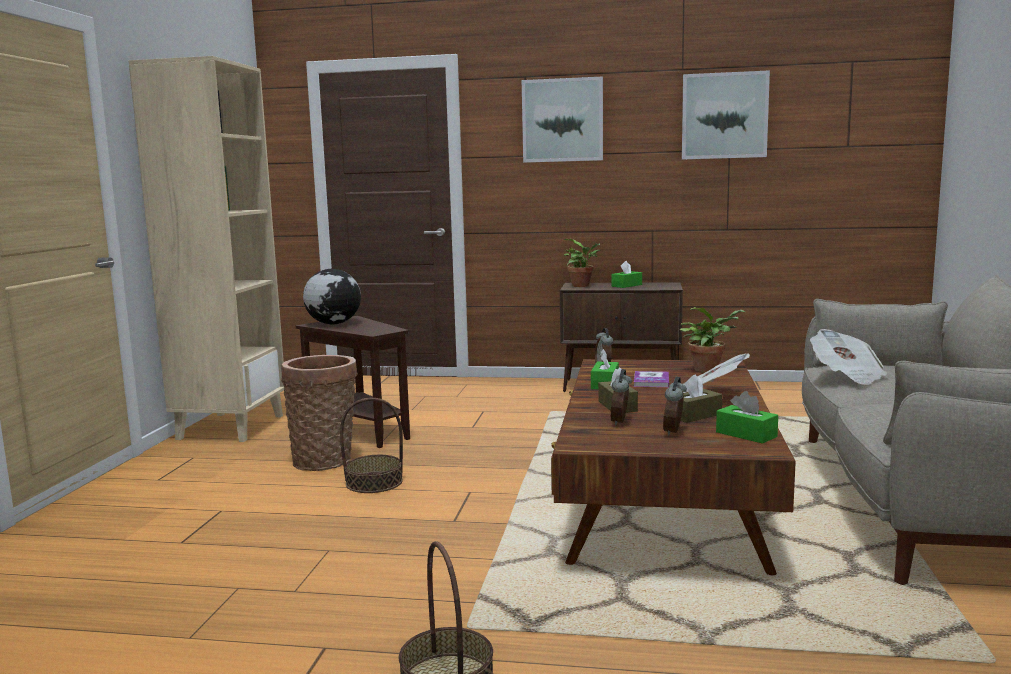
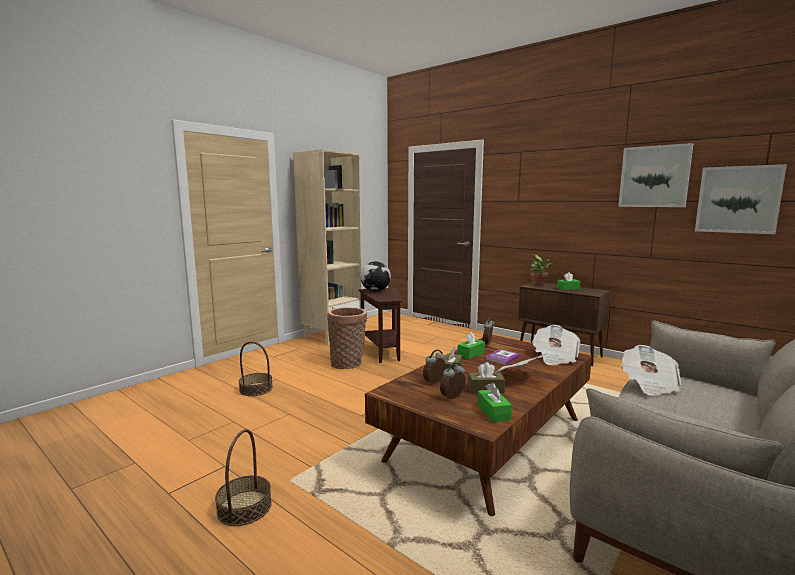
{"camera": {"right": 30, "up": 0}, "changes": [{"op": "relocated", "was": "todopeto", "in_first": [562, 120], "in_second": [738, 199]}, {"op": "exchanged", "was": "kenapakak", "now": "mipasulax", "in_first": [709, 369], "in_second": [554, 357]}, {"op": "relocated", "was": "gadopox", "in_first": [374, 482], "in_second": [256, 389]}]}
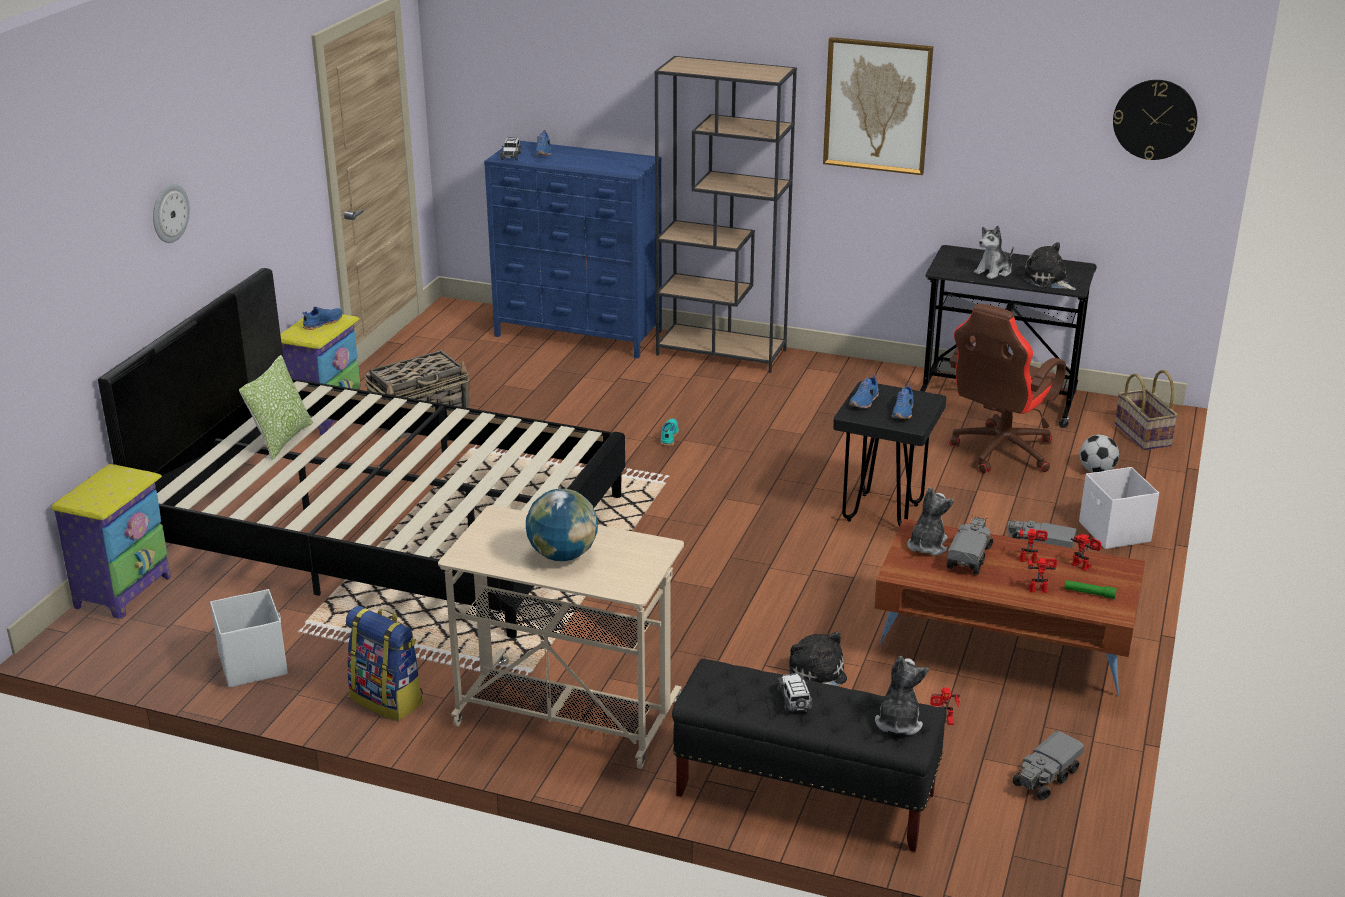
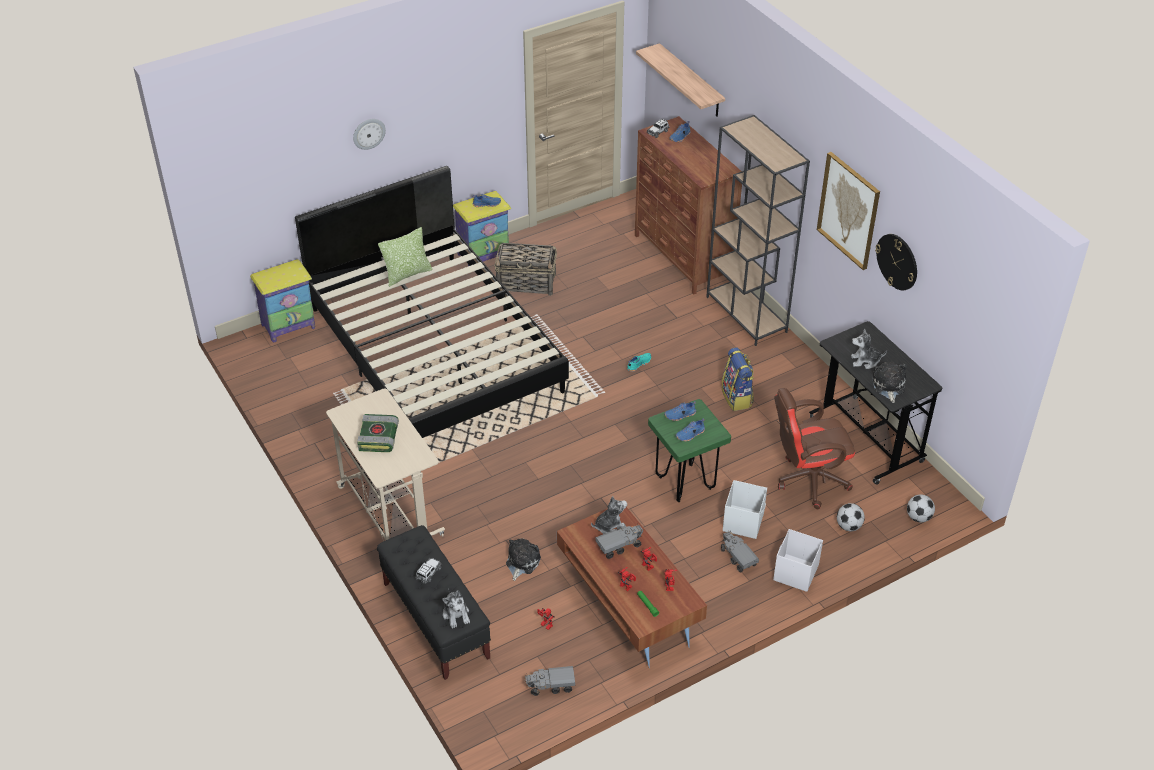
{"camera": {"right": 40, "up": 15}, "changes": [{"op": "relocated", "was": "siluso", "in_first": [1155, 119], "in_second": [897, 261]}, {"op": "colour", "was": "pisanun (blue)", "now": "pisanun (brown)", "in_first": [578, 333], "in_second": [683, 257]}, {"op": "exchanged", "was": "gadopox", "now": "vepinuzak", "in_first": [1143, 434], "in_second": [918, 517]}, {"op": "colour", "was": "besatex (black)", "now": "besatex (green)", "in_first": [883, 513], "in_second": [685, 483]}, {"op": "exchanged", "was": "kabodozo", "now": "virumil", "in_first": [563, 555], "in_second": [379, 438]}, {"op": "relocated", "was": "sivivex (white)", "in_first": [253, 663], "in_second": [743, 522]}, {"op": "relocated", "was": "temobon", "in_first": [388, 700], "in_second": [737, 398]}, {"op": "spun", "was": "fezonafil", "in_first": [898, 722], "in_second": [456, 614], "clockwise": 105}, {"op": "appeared", "now": "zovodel", "in_second": [691, 81]}]}
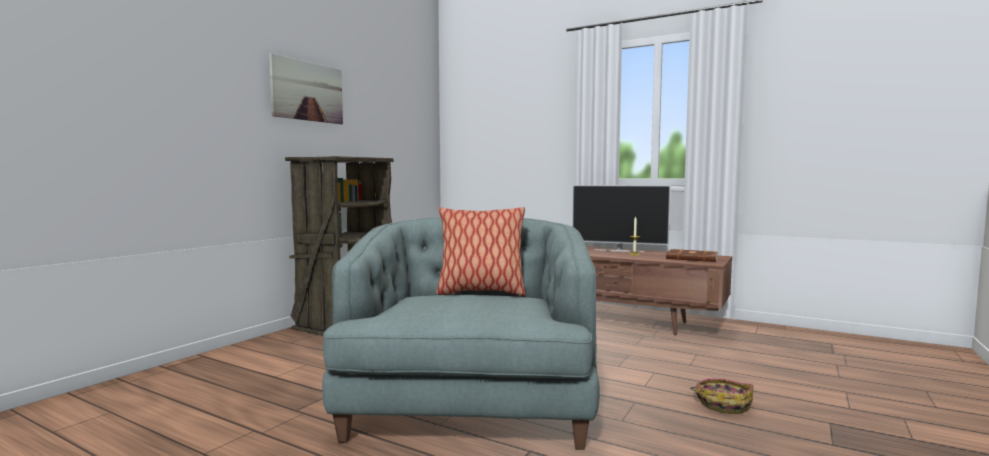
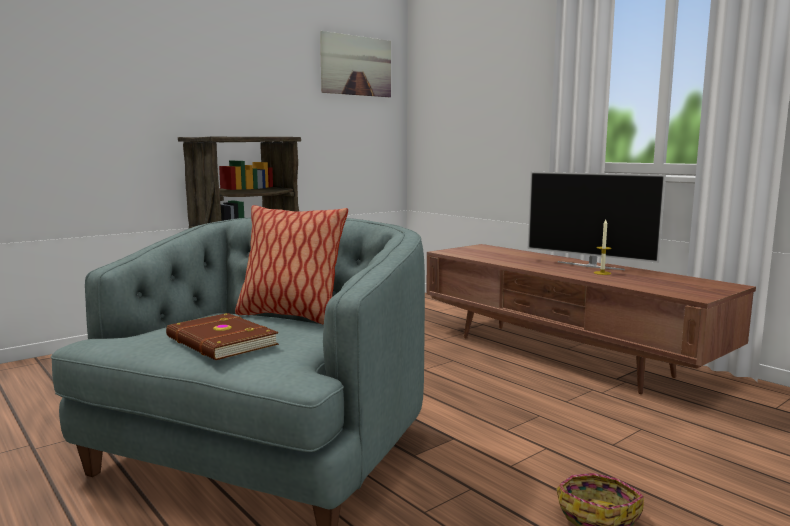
{"camera": {"right": 20, "up": 5}, "changes": [{"op": "relocated", "was": "todopeto", "in_first": [307, 91], "in_second": [356, 66]}, {"op": "relocated", "was": "virumil (brown)", "in_first": [692, 258], "in_second": [220, 342]}]}
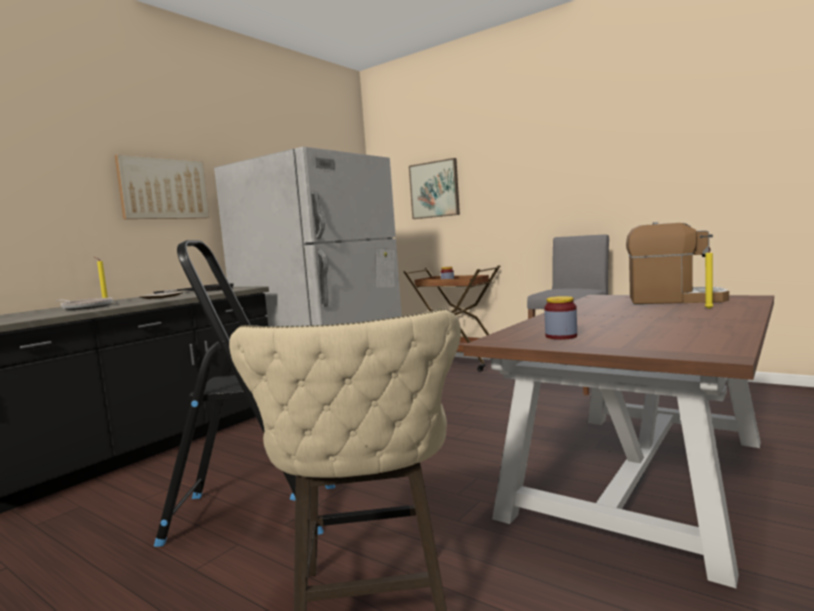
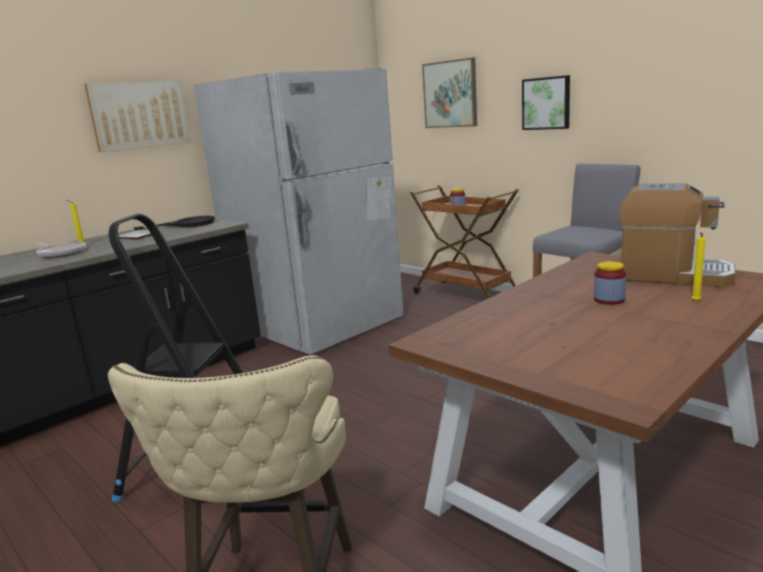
{"camera": {"right": 10, "up": 10}, "changes": [{"op": "relocated", "was": "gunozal", "in_first": [561, 336], "in_second": [609, 300]}, {"op": "appeared", "now": "todopeto", "in_second": [546, 103]}]}
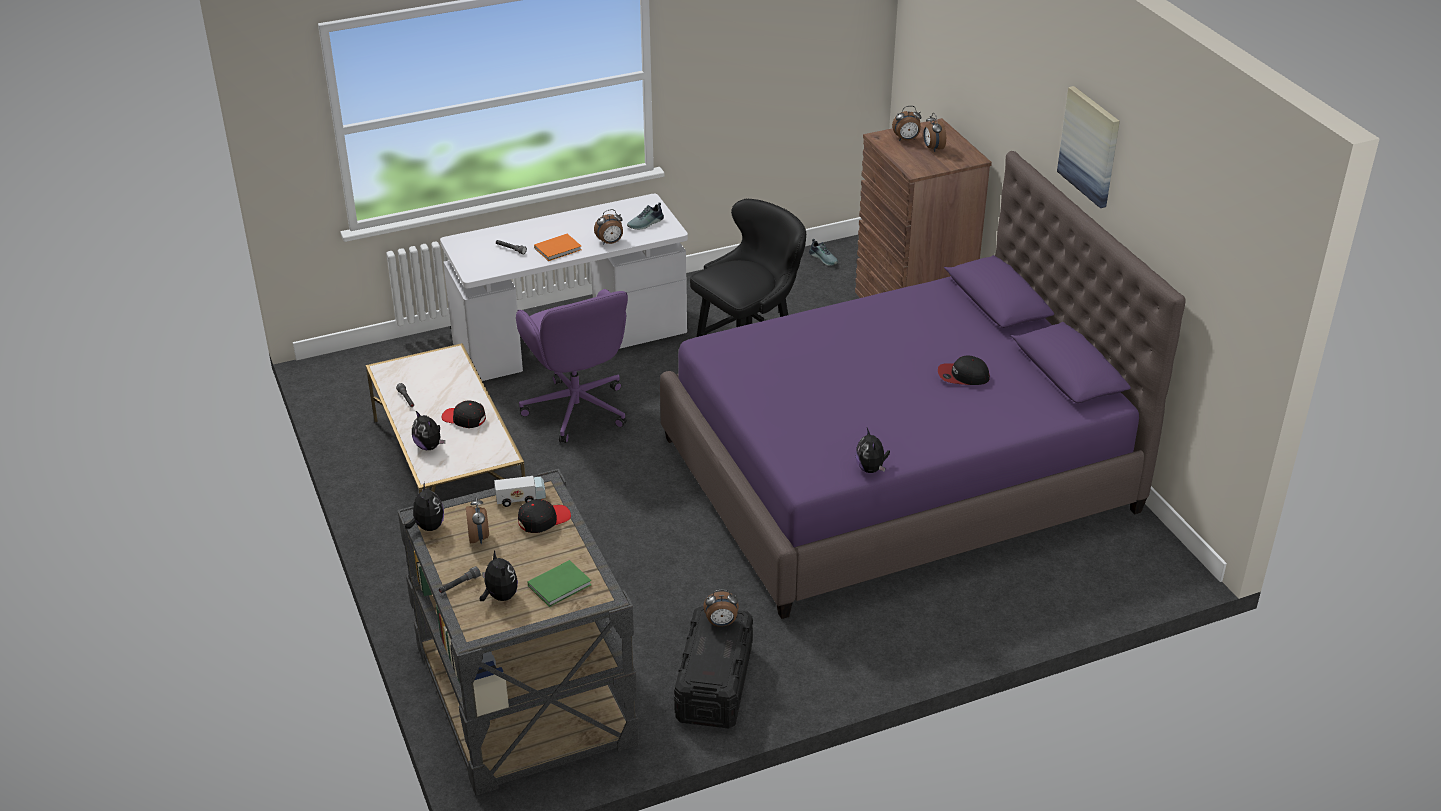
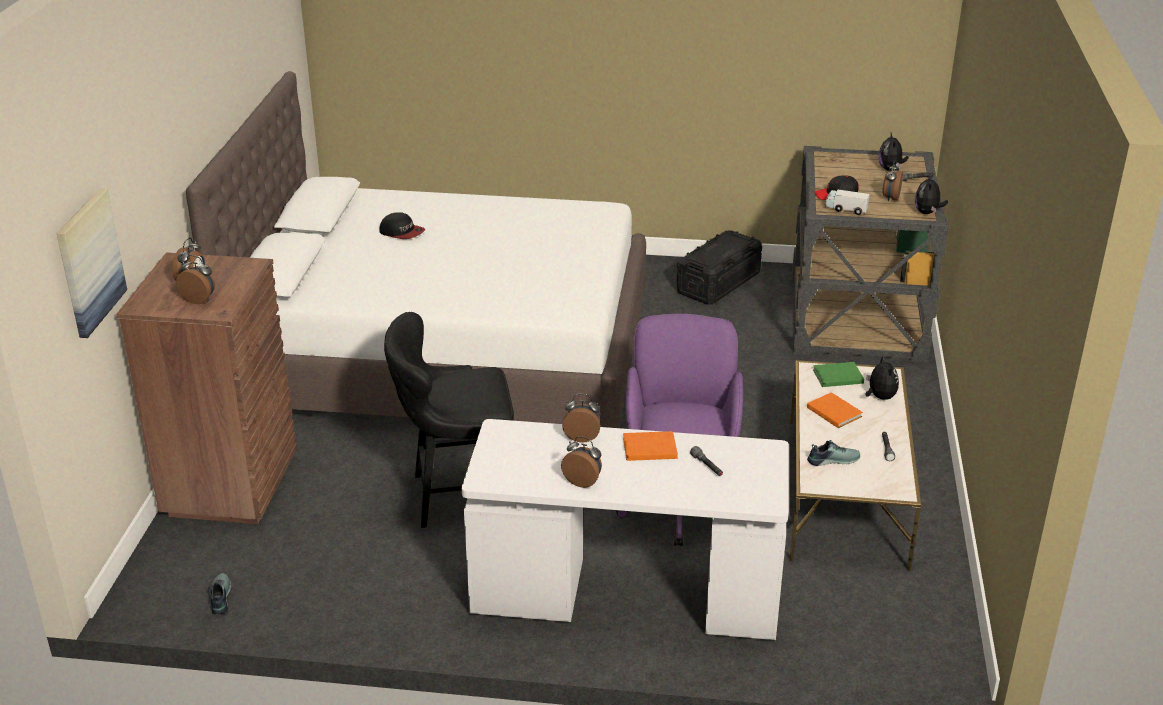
{"camera": {"right": -150, "up": -5}, "changes": [{"op": "relocated", "was": "todopeto", "in_first": [1090, 146], "in_second": [89, 262]}, {"op": "colour", "was": "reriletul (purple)", "now": "reriletul (white)", "in_first": [898, 474], "in_second": [446, 355]}, {"op": "relocated", "was": "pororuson", "in_first": [646, 224], "in_second": [832, 459]}, {"op": "exchanged", "was": "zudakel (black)", "now": "virumil (orange)", "in_first": [464, 419], "in_second": [834, 411]}, {"op": "missing", "was": "fezonafil", "in_first": [871, 469]}, {"op": "relocated", "was": "virumil (green)", "in_first": [561, 585], "in_second": [836, 376]}, {"op": "relocated", "was": "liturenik", "in_first": [721, 623], "in_second": [583, 481]}]}
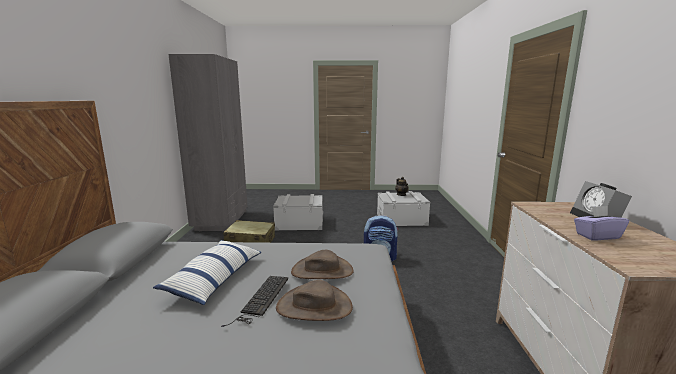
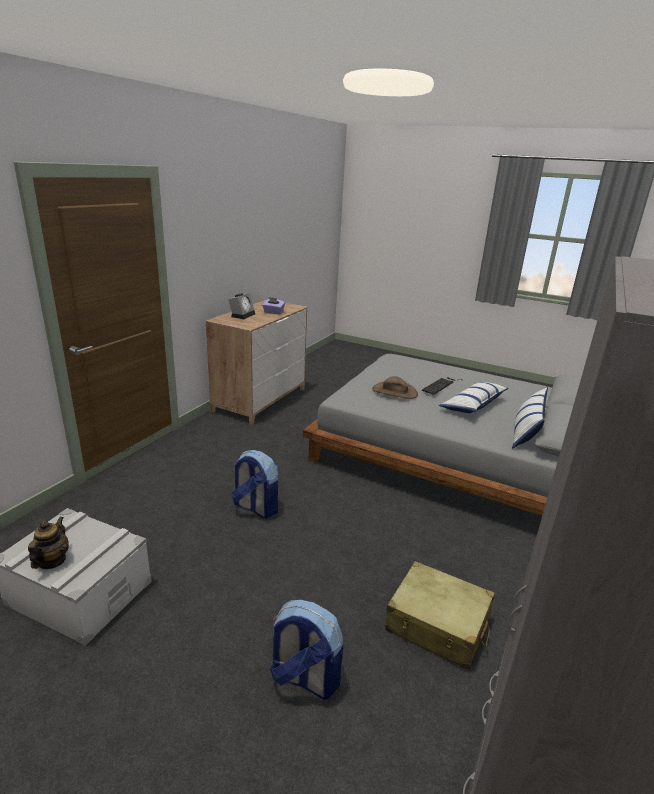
{"camera": {"right": -155, "up": 10}, "changes": [{"op": "exchanged", "was": "sivivex (grey)", "now": "temobon", "in_first": [300, 223], "in_second": [304, 678]}, {"op": "missing", "was": "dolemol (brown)", "in_first": [314, 306]}, {"op": "appeared", "now": "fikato", "in_second": [525, 432]}]}
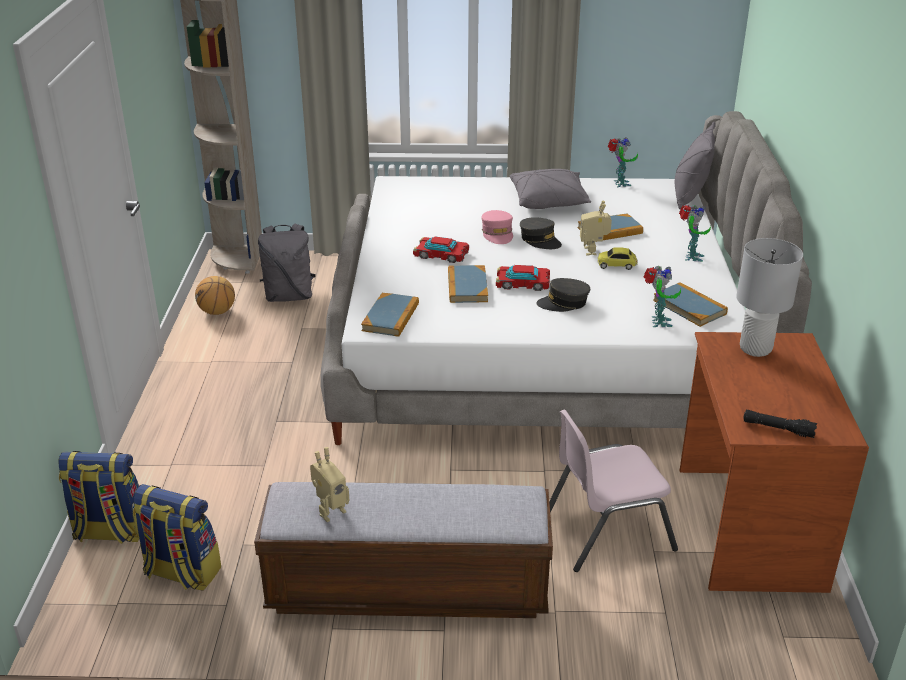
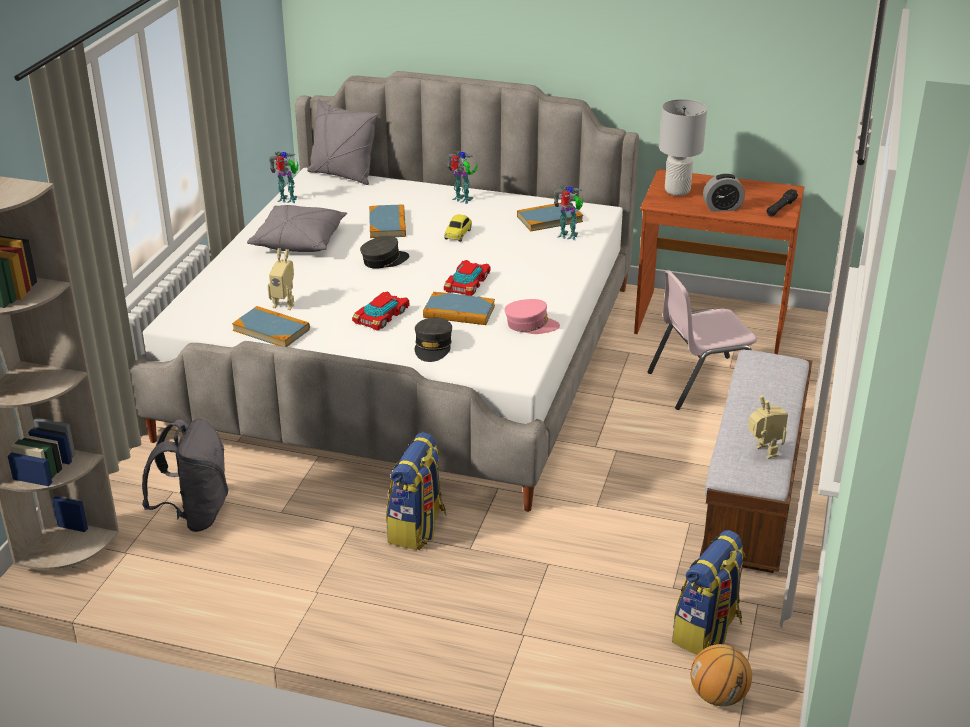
{"camera": {"right": -75, "up": 0}, "changes": [{"op": "relocated", "was": "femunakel", "in_first": [593, 251], "in_second": [284, 304]}, {"op": "relocated", "was": "zudakel (pink)", "in_first": [497, 233], "in_second": [531, 325]}, {"op": "relocated", "was": "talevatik", "in_first": [217, 312], "in_second": [718, 696]}, {"op": "relocated", "was": "zudakel (grey)", "in_first": [563, 303], "in_second": [433, 347]}, {"op": "relocated", "was": "virumil", "in_first": [391, 317], "in_second": [271, 330]}, {"op": "spun", "was": "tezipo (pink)", "in_first": [607, 532], "in_second": [702, 383], "clockwise": 75}, {"op": "relocated", "was": "temobon", "in_first": [109, 532], "in_second": [417, 528]}, {"op": "appeared", "now": "liturenik", "in_second": [722, 208]}]}
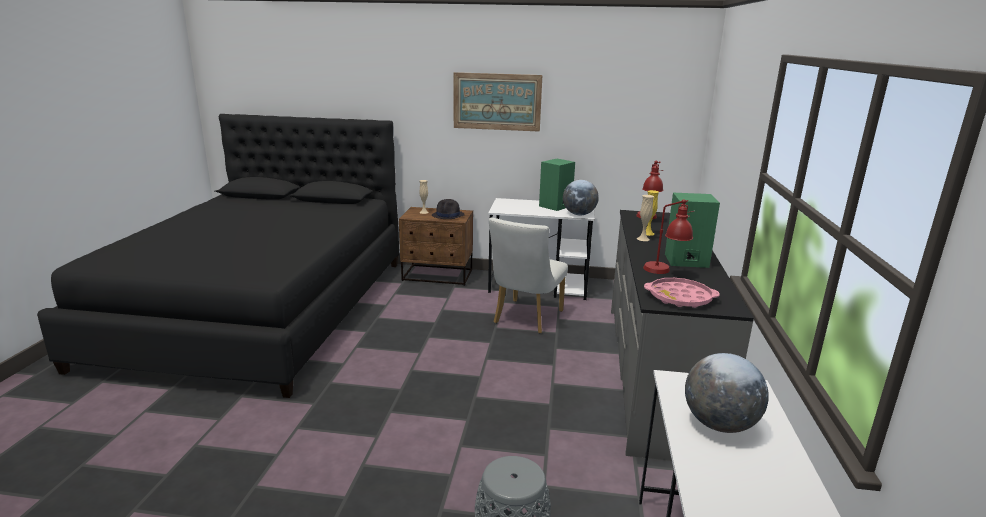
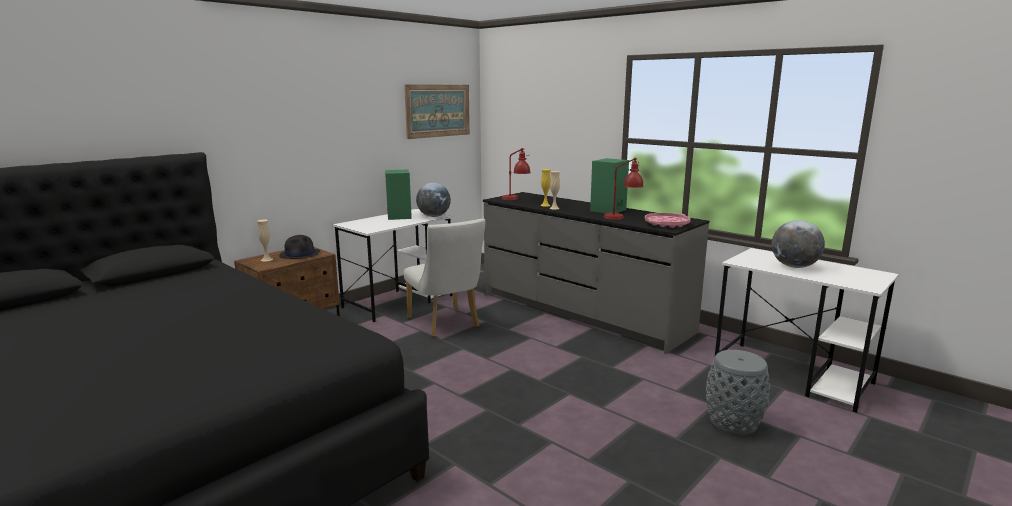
{"camera": {"right": -55, "up": -5}, "changes": [{"op": "relocated", "was": "todopeto", "in_first": [497, 101], "in_second": [438, 110]}]}
